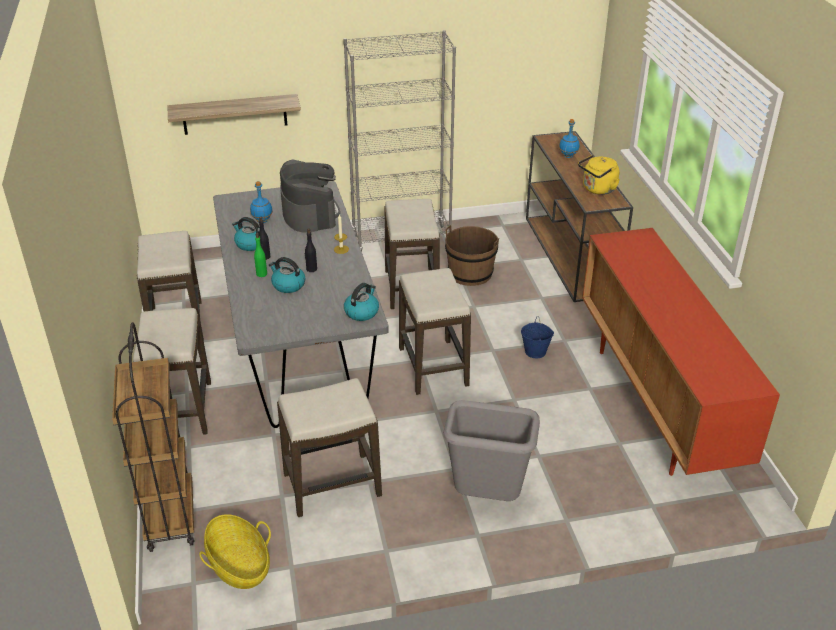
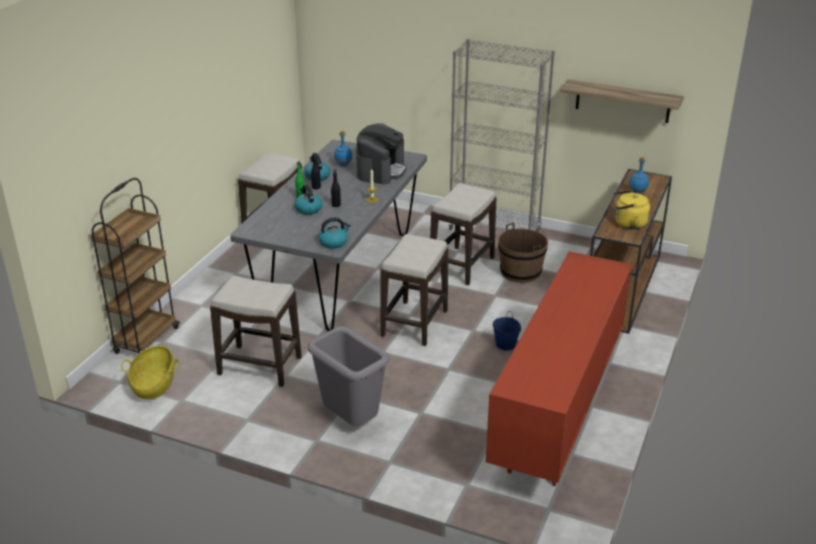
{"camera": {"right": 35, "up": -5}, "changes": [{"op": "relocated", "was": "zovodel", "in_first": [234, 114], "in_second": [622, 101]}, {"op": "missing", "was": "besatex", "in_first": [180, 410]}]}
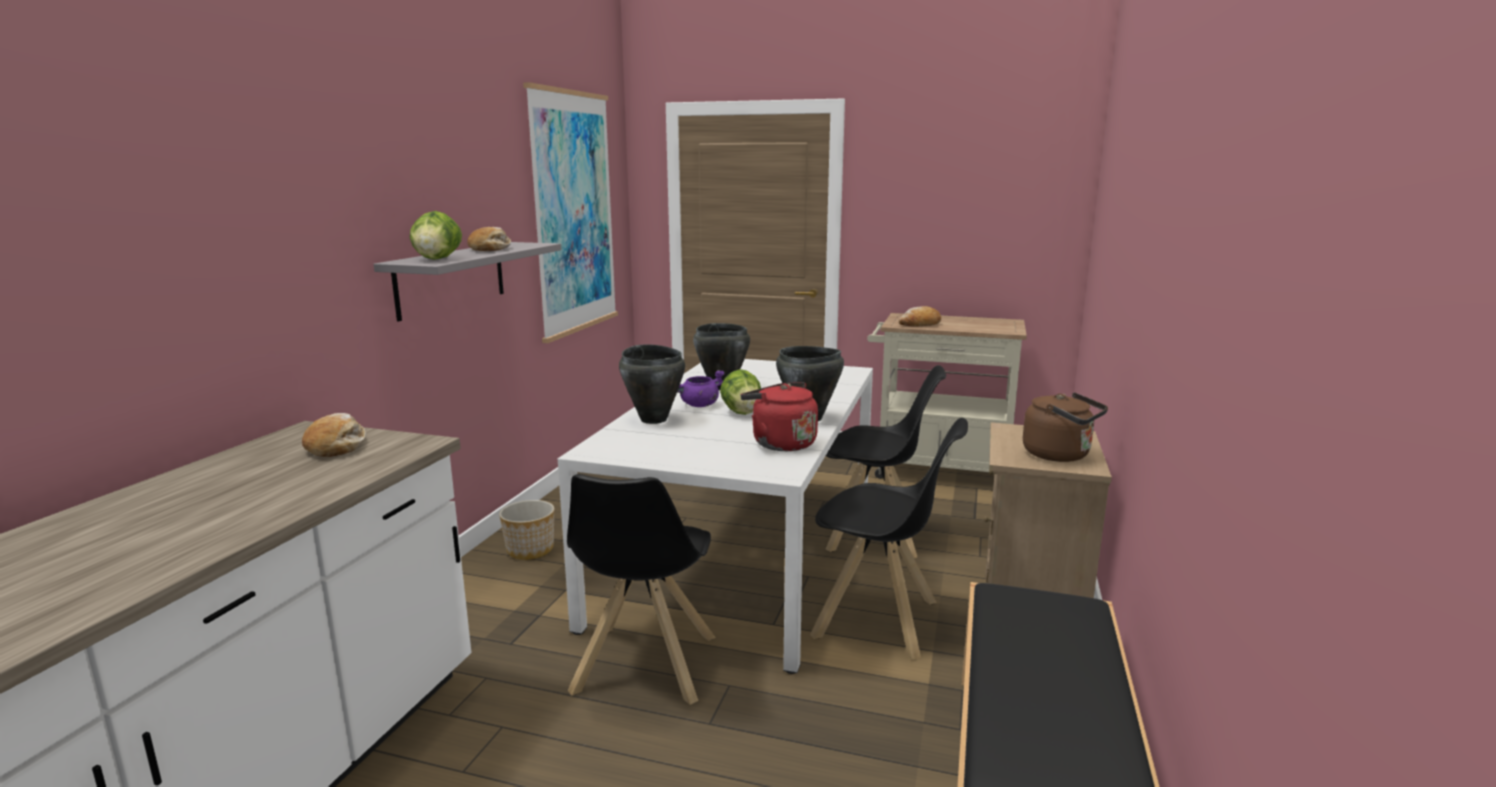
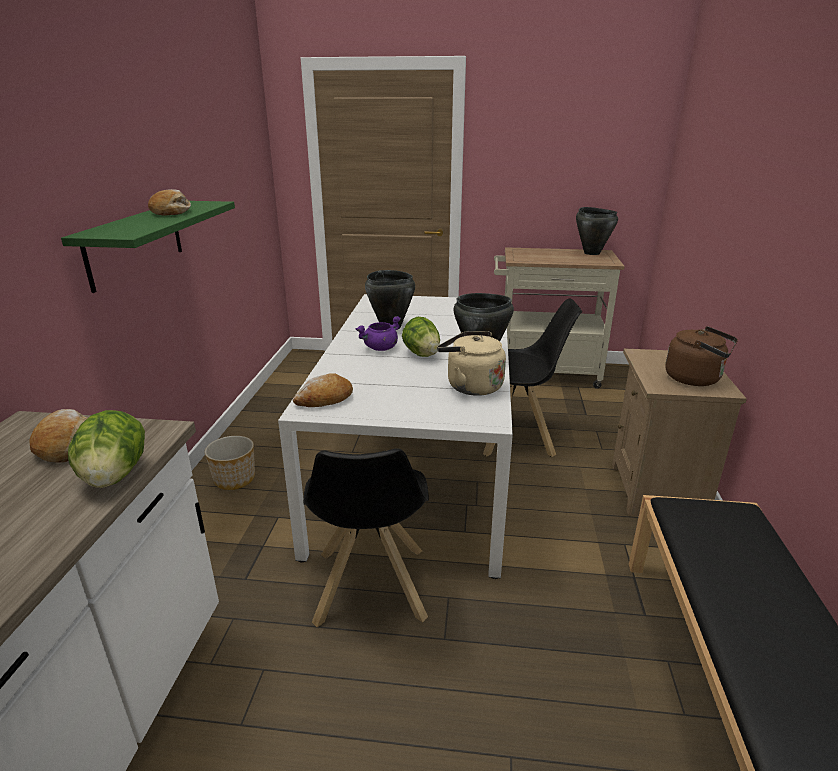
{"camera": {"right": -10, "up": 10}, "changes": [{"op": "missing", "was": "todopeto", "in_first": [573, 213]}, {"op": "relocated", "was": "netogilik", "in_first": [437, 259], "in_second": [115, 476]}, {"op": "colour", "was": "zovodel (grey)", "now": "zovodel (green)", "in_first": [451, 279], "in_second": [135, 243]}, {"op": "relocated", "was": "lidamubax", "in_first": [920, 324], "in_second": [325, 399]}, {"op": "relocated", "was": "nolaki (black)", "in_first": [654, 419], "in_second": [591, 253]}, {"op": "colour", "was": "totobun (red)", "now": "totobun (beige)", "in_first": [780, 443], "in_second": [471, 386]}, {"op": "missing", "was": "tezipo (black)", "in_first": [880, 620]}]}
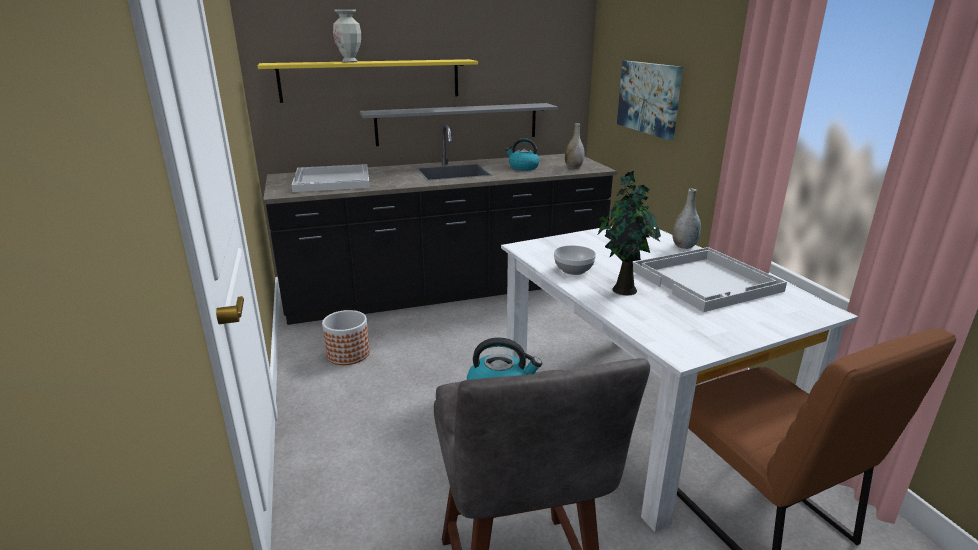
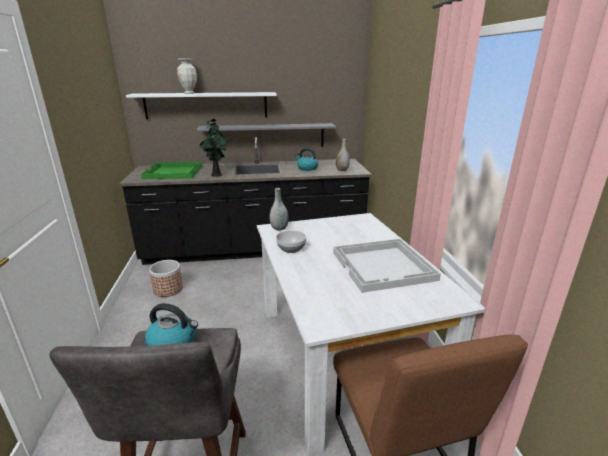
{"camera": {"right": 10, "up": 0}, "changes": [{"op": "colour", "was": "zovodel (yellow)", "now": "zovodel (white)", "in_first": [371, 80], "in_second": [206, 105]}, {"op": "missing", "was": "todopeto", "in_first": [649, 98]}, {"op": "colour", "was": "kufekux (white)", "now": "kufekux (green)", "in_first": [333, 180], "in_second": [174, 172]}, {"op": "relocated", "was": "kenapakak", "in_first": [622, 289], "in_second": [216, 174]}, {"op": "relocated", "was": "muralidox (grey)", "in_first": [684, 246], "in_second": [279, 228]}]}
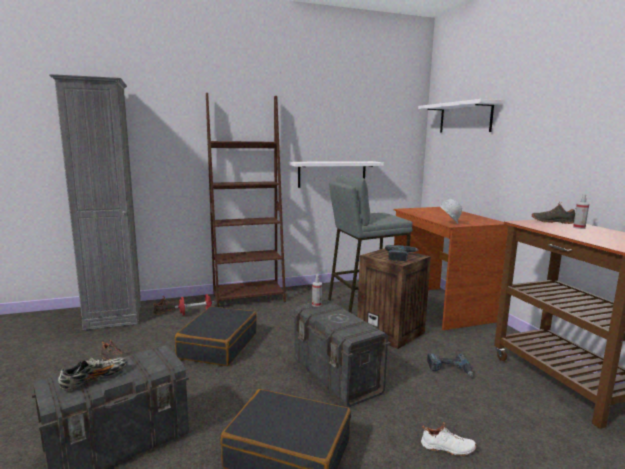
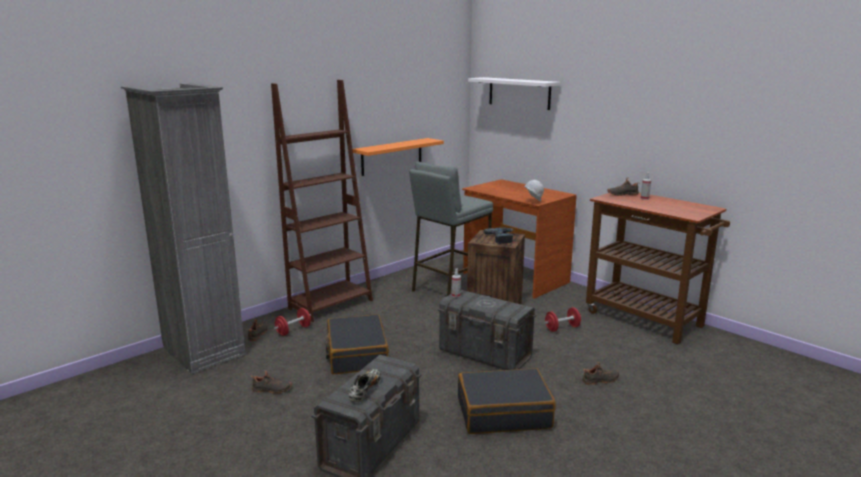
{"camera": {"right": -25, "up": 5}, "changes": [{"op": "colour", "was": "zovodel (white)", "now": "zovodel (orange)", "in_first": [332, 174], "in_second": [392, 156]}, {"op": "exchanged", "was": "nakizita", "now": "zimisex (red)", "in_first": [449, 369], "in_second": [562, 328]}, {"op": "colour", "was": "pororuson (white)", "now": "pororuson (black)", "in_first": [447, 449], "in_second": [600, 380]}]}
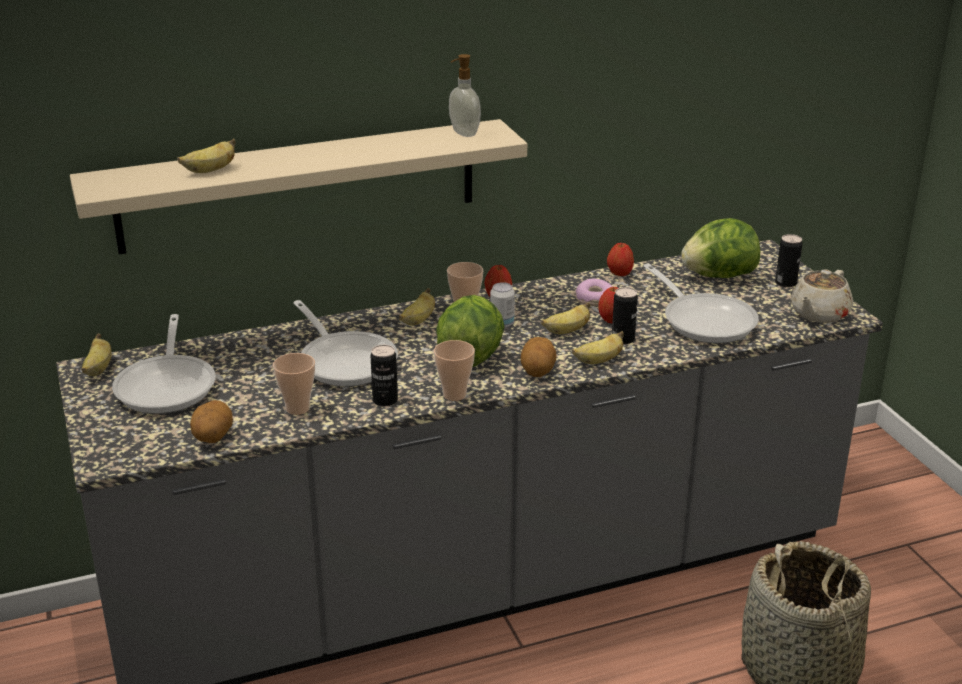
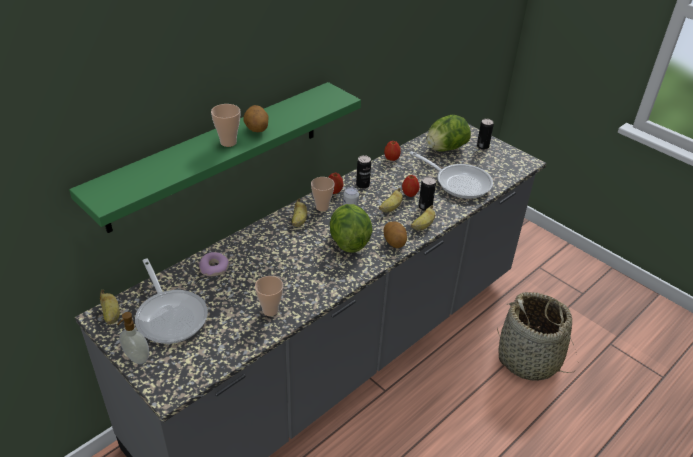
{"camera": {"right": -25, "up": 10}, "changes": [{"op": "relocated", "was": "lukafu", "in_first": [463, 133], "in_second": [136, 358]}, {"op": "colour", "was": "zovodel (beige)", "now": "zovodel (green)", "in_first": [299, 186], "in_second": [217, 154]}, {"op": "missing", "was": "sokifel", "in_first": [210, 170]}, {"op": "missing", "was": "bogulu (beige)", "in_first": [818, 314]}, {"op": "relocated", "was": "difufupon", "in_first": [595, 299], "in_second": [214, 268]}, {"op": "missing", "was": "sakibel", "in_first": [345, 361]}, {"op": "relocated", "was": "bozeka", "in_first": [454, 395], "in_second": [228, 142]}, {"op": "relocated", "was": "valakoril", "in_first": [385, 400], "in_second": [362, 185]}, {"op": "relocated", "was": "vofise", "in_first": [213, 438], "in_second": [256, 130]}]}
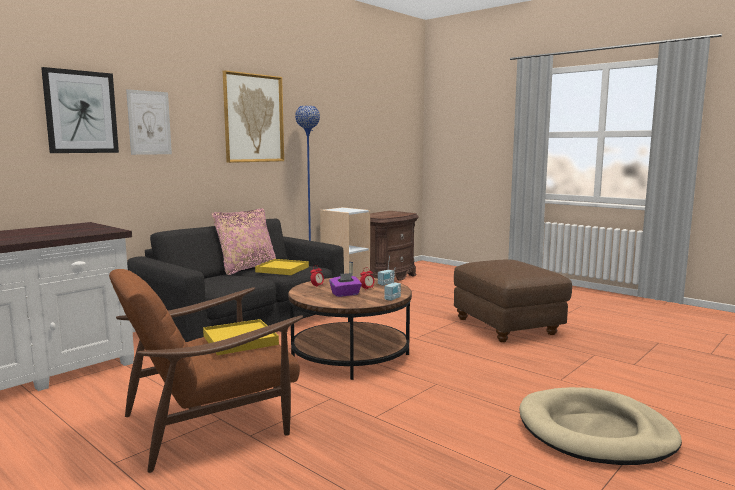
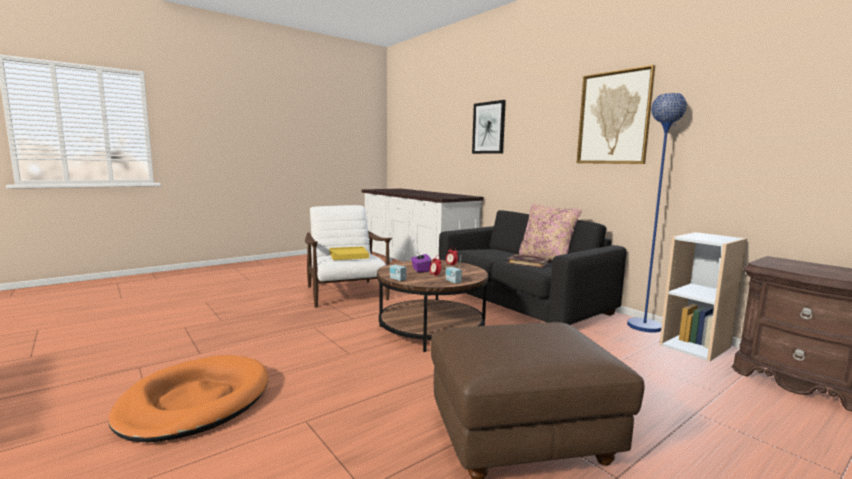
{"camera": {"right": 100, "up": 0}, "changes": [{"op": "missing", "was": "todopeto", "in_first": [149, 123]}, {"op": "exchanged", "was": "kufekux (yellow)", "now": "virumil", "in_first": [282, 269], "in_second": [528, 262]}, {"op": "colour", "was": "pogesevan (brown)", "now": "pogesevan (white)", "in_first": [210, 422], "in_second": [346, 294]}, {"op": "colour", "was": "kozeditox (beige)", "now": "kozeditox (orange)", "in_first": [595, 432], "in_second": [195, 402]}]}
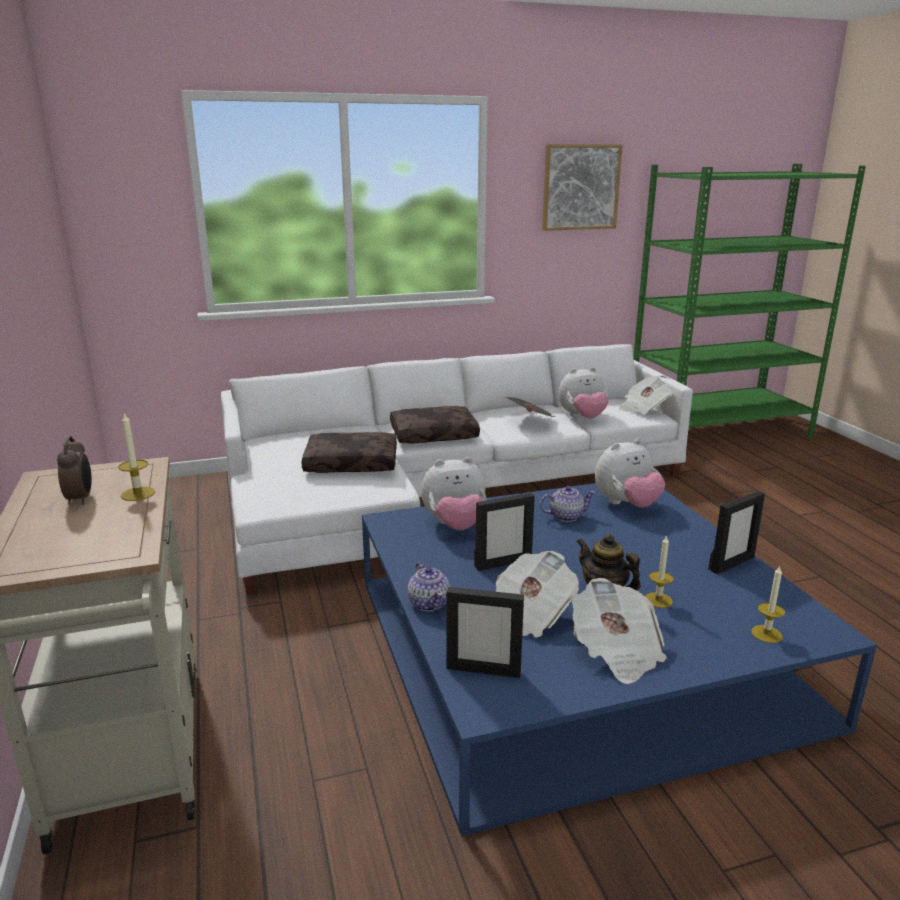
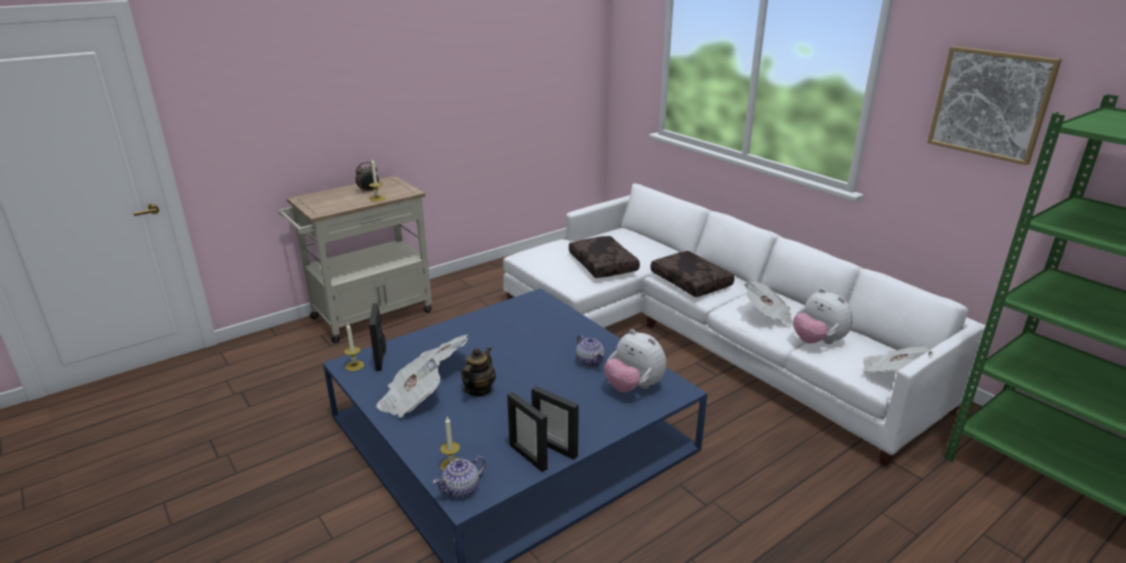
{"camera": {"right": 70, "up": 5}, "changes": [{"op": "missing", "was": "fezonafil", "in_first": [455, 525]}, {"op": "relocated", "was": "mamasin", "in_first": [503, 563], "in_second": [529, 456]}, {"op": "relocated", "was": "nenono", "in_first": [658, 600], "in_second": [354, 366]}, {"op": "relocated", "was": "bogulu", "in_first": [429, 603], "in_second": [462, 489]}]}
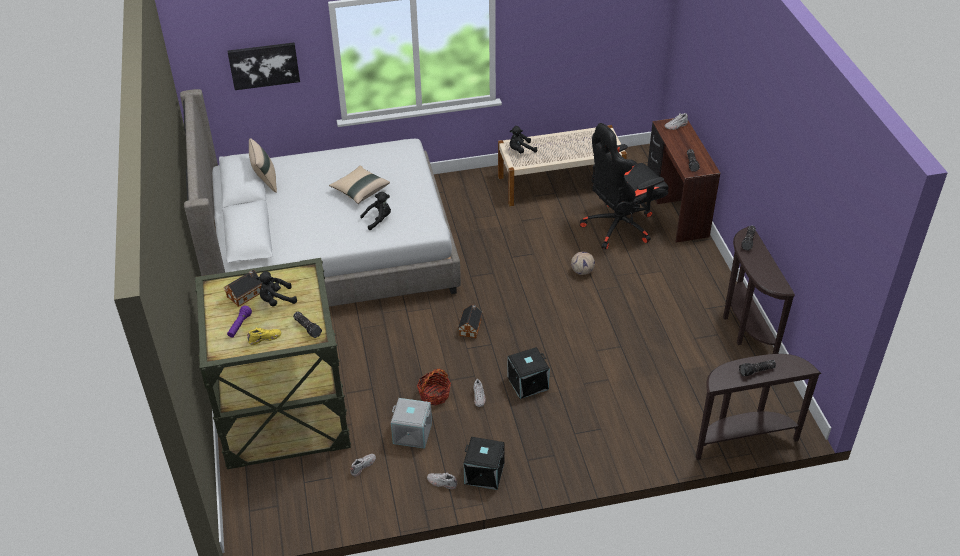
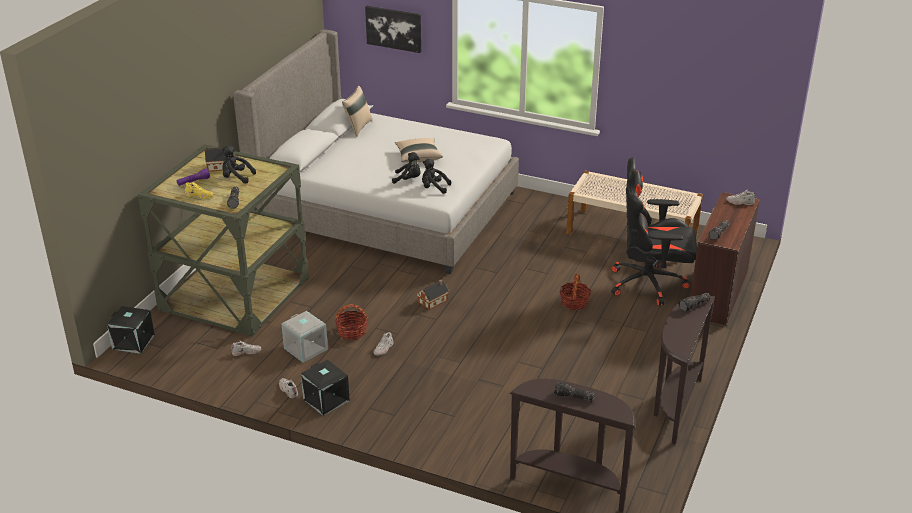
{"camera": {"right": 35, "up": -10}, "changes": [{"op": "relocated", "was": "fezonafil (black)", "in_first": [521, 150], "in_second": [434, 188]}, {"op": "exchanged", "was": "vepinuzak", "now": "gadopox", "in_first": [582, 271], "in_second": [574, 302]}, {"op": "relocated", "was": "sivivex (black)", "in_first": [528, 384], "in_second": [132, 342]}]}
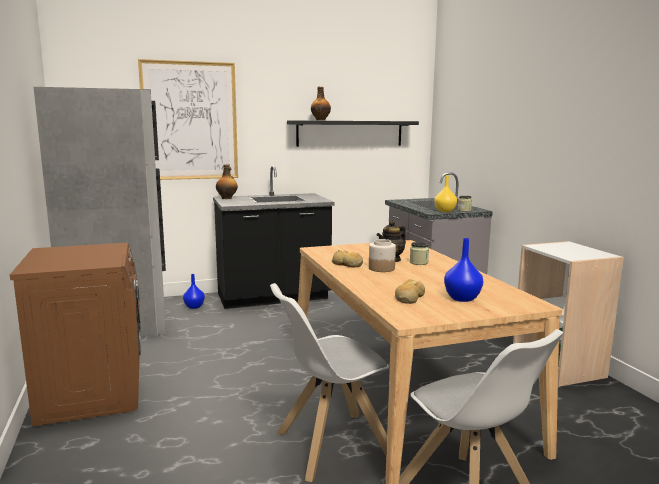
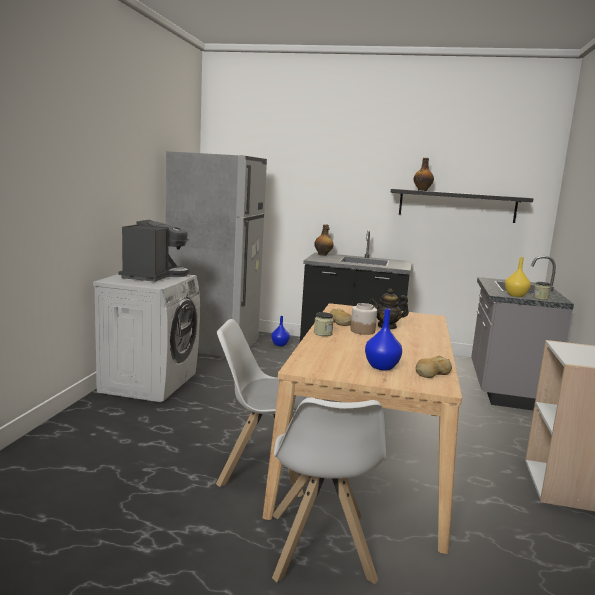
{"camera": {"right": 30, "up": 0}, "changes": [{"op": "missing", "was": "todopeto", "in_first": [190, 121]}, {"op": "colour", "was": "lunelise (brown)", "now": "lunelise (white)", "in_first": [92, 394], "in_second": [149, 384]}, {"op": "relocated", "was": "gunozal", "in_first": [419, 262], "in_second": [323, 333]}, {"op": "relocated", "was": "lidamubax", "in_first": [409, 298], "in_second": [432, 373]}, {"op": "appeared", "now": "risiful", "in_second": [154, 275]}]}
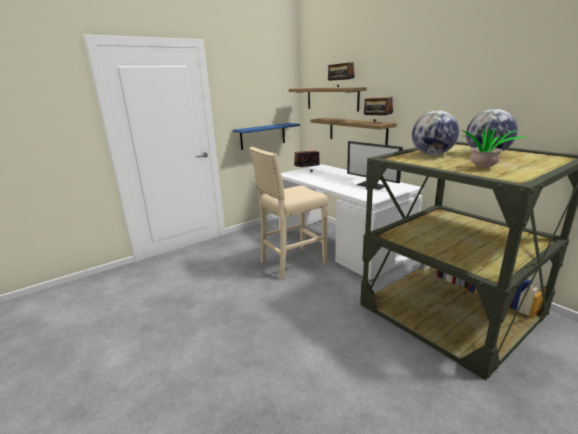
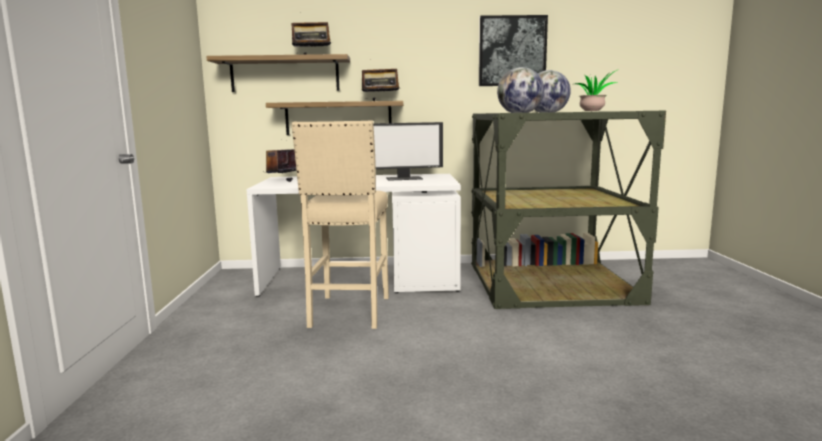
{"camera": {"right": -55, "up": -10}, "changes": [{"op": "missing", "was": "zovodel (blue)", "in_first": [263, 136]}, {"op": "appeared", "now": "todopeto", "in_second": [512, 51]}]}
